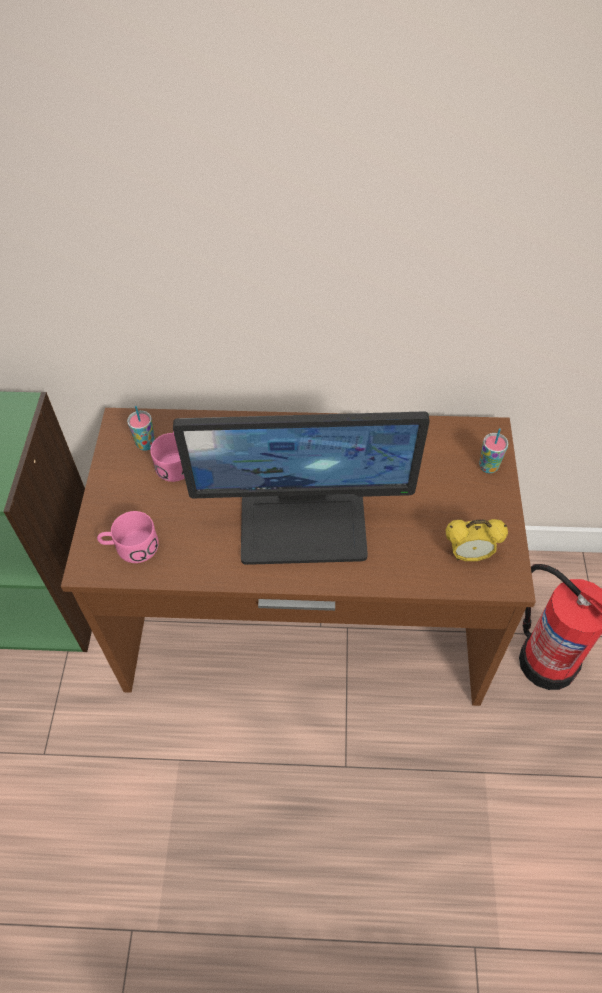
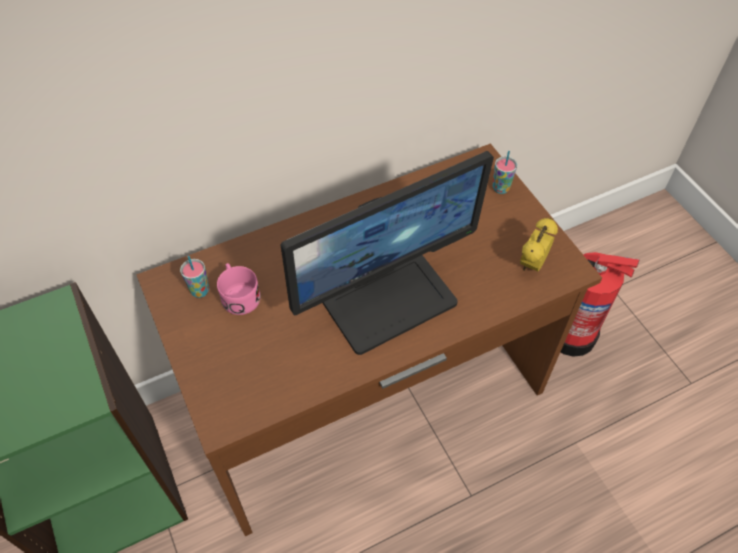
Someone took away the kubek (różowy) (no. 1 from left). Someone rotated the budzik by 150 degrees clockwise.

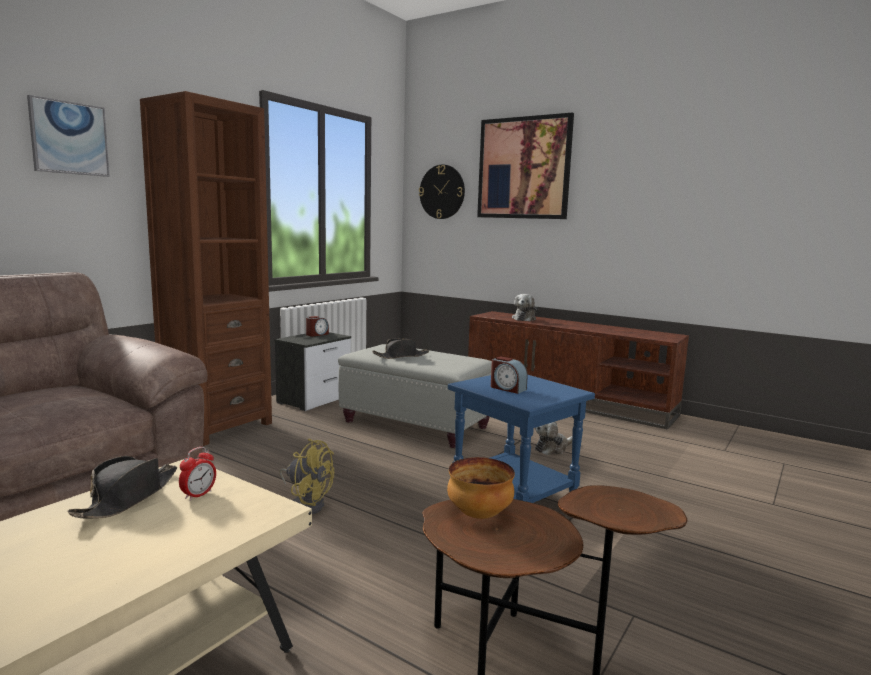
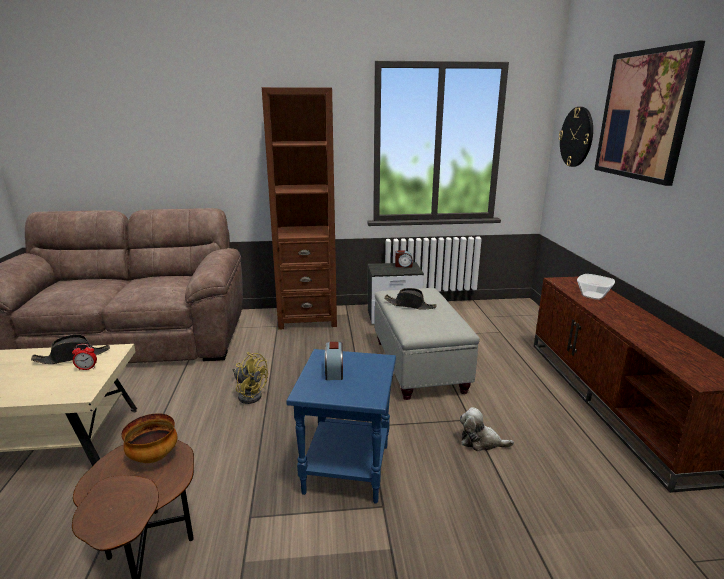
Someone took away the obraz (no. 1 from left). Someone swapped the pluszak (no. 1 from left) for the miska (no. 2 from left). Someone rotated the wentylator (żółty) by 45 degrees counterclockwise.

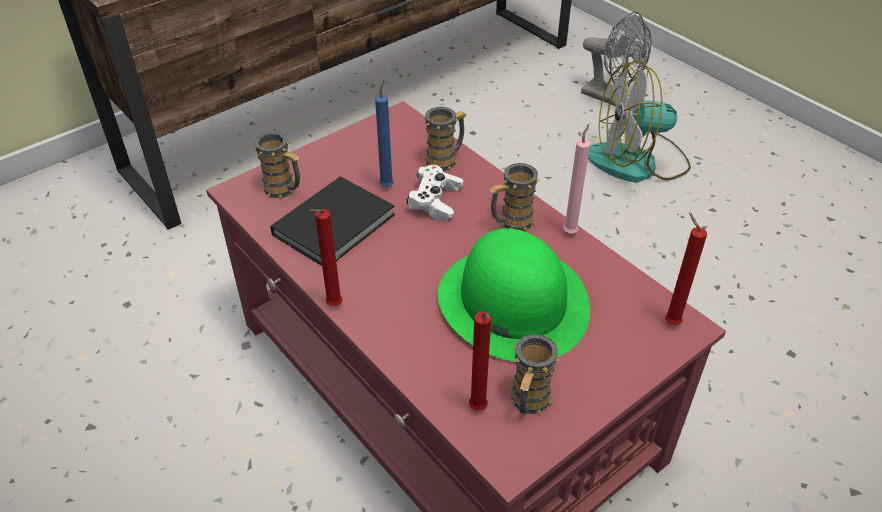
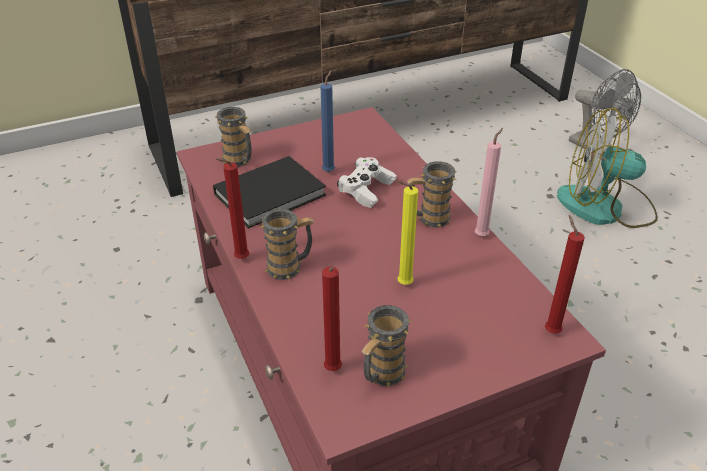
Someone carried the kubek (no. 2 from left). Someone swapped the kapelusz (zielony) for the świeca (żółty).

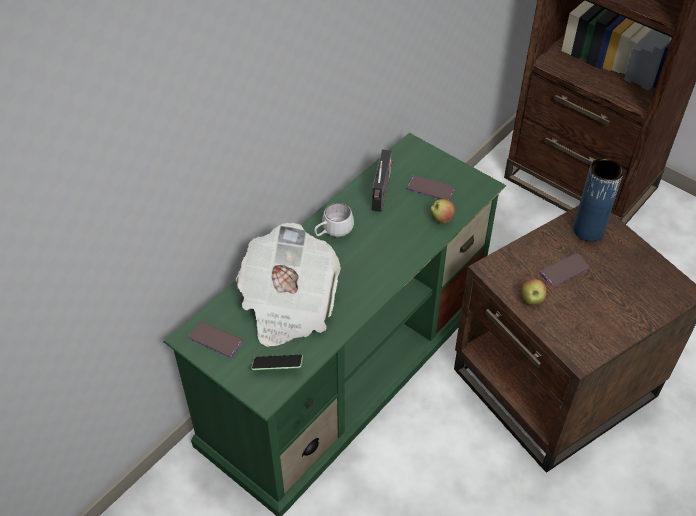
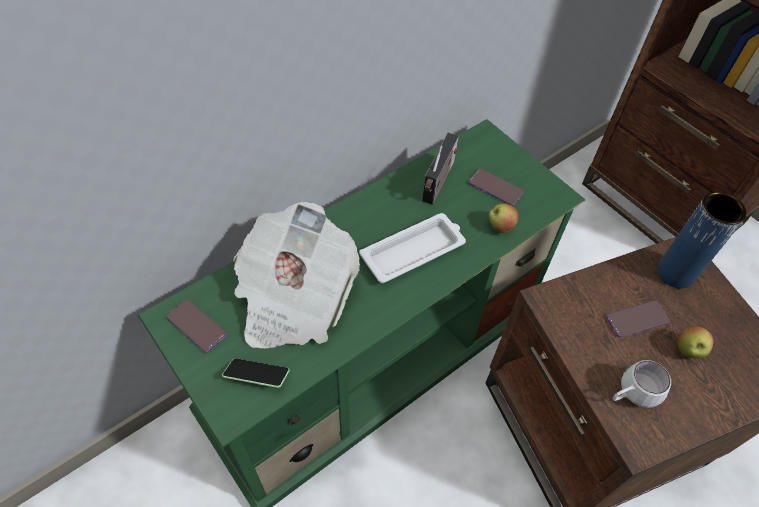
Someone put down the taca (biały). Someone carried the kubek (biały). Someone carried the jabłko (no. 2 from left).

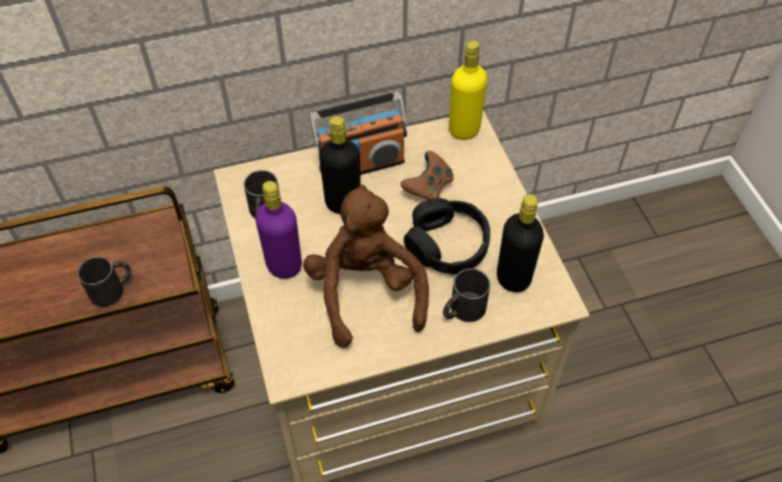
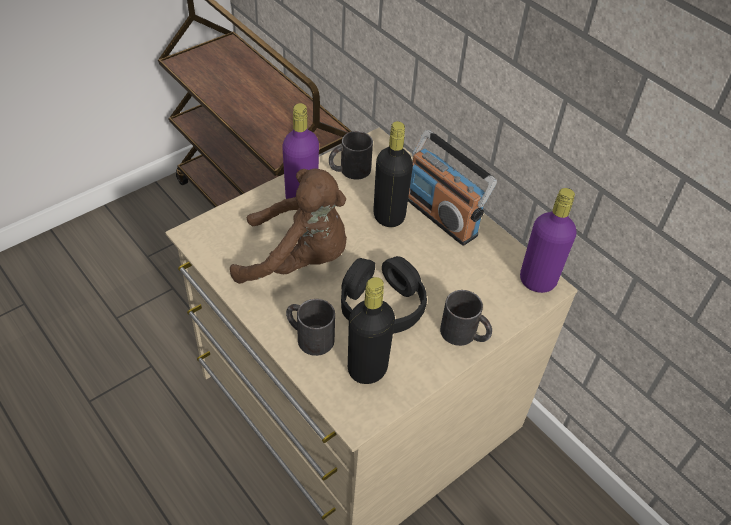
Someone took away the pad do gier (brązowy). Someone carried the kubek (czarny) (no. 1 from left in the first image). Someone repainted the butelka (żółty), which became the butelka (fioletowy) (no. 2 from left). Someone rotated the pluszak (brązowy) by 45 degrees clockwise.

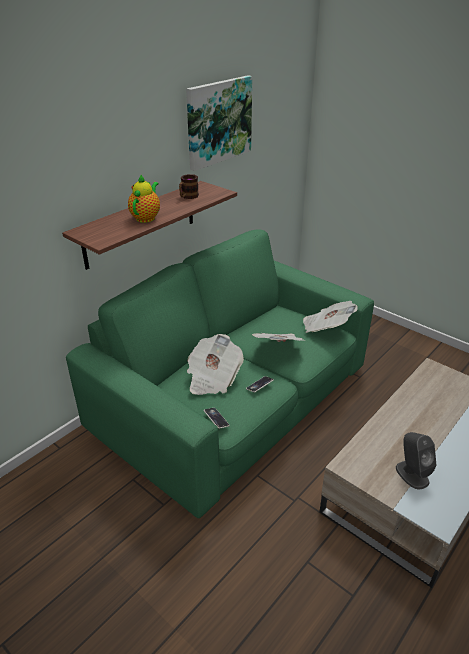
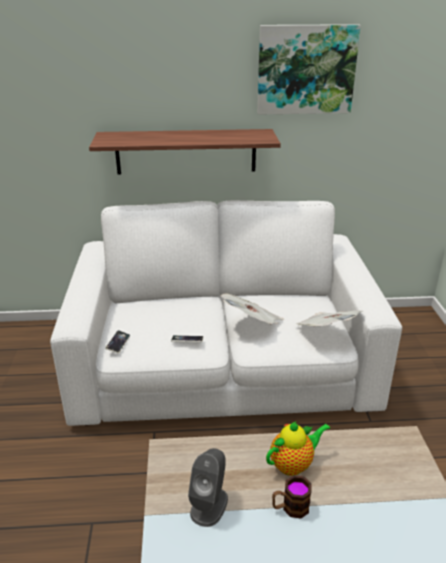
Someone took away the gazeta (no. 1 from left). Someone carried the imbryk. Someone carried the kubek. Someone repainted the kanapa (zielony), which became the kanapa (biały).

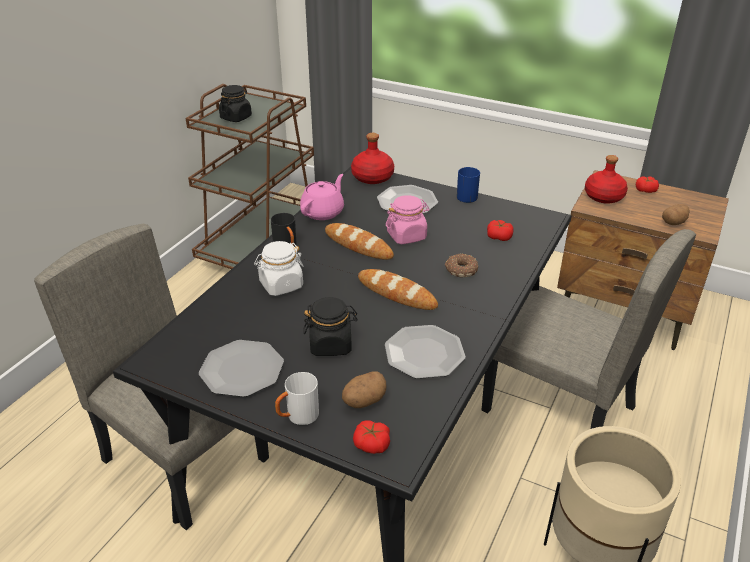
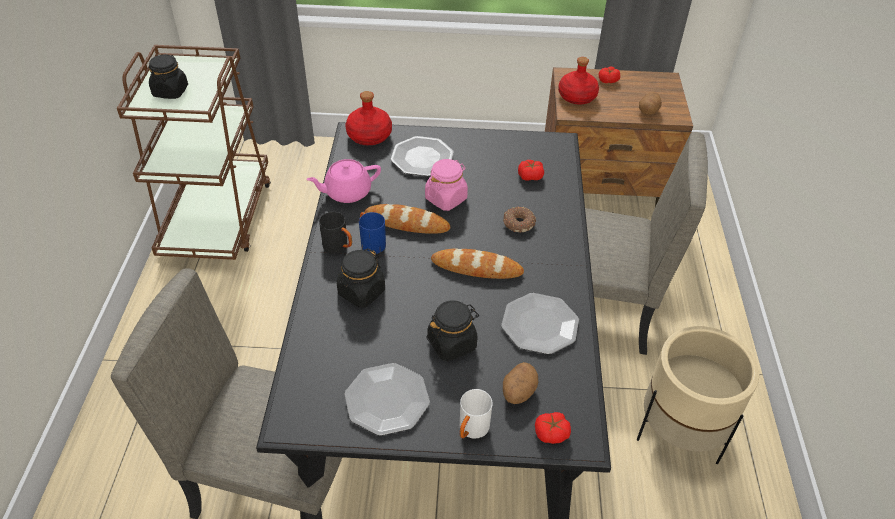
Someone carried the kubek (niebieski). Someone repainted the słoik (biały), which became the słoik (czarny) (no. 2 from left). Someone rotated the imbryk (różowy) by 120 degrees counterclockwise.

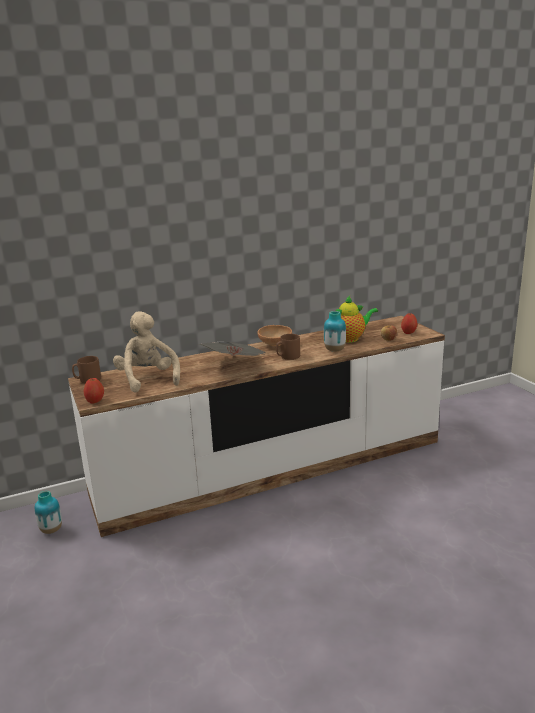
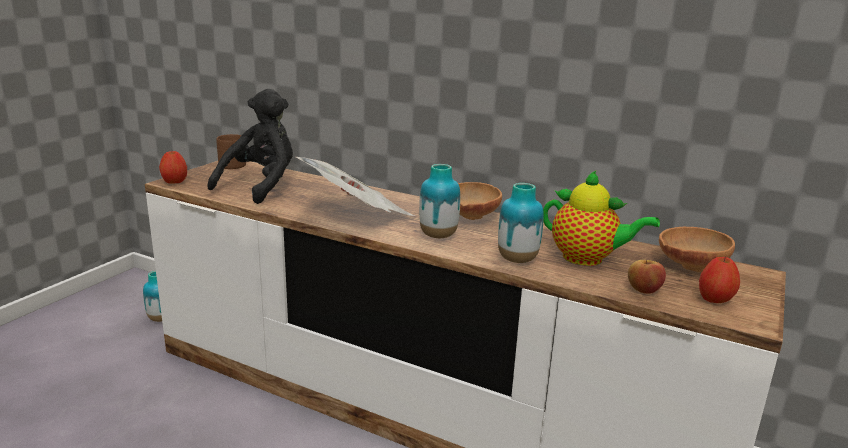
Someone put down the miska (brązowy) (no. 2 from left). Someone swapped the kubek (brązowy) (no. 2 from left) for the wazon (no. 2 from left). Someone repainted the pluszak (beżowy), which became the pluszak (czarny).

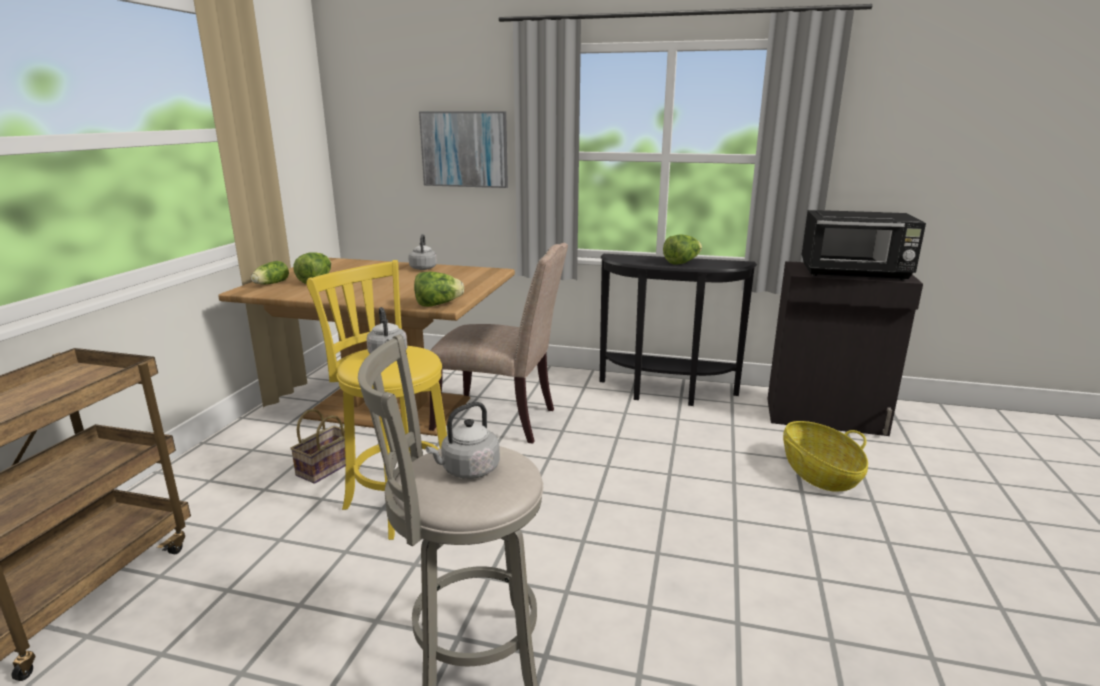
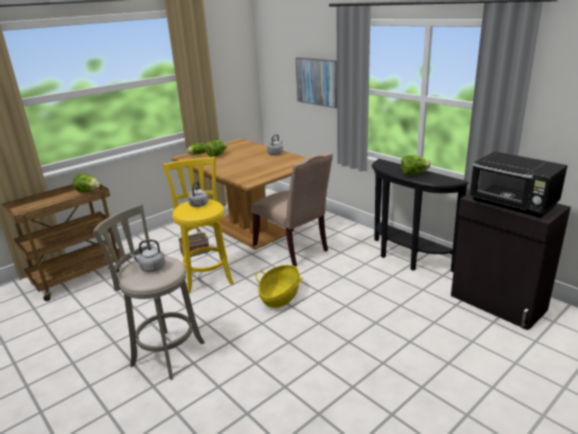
Someone carried the sałata (no. 3 from left in the first image). Someone carried the koszyk (no. 2 from left).

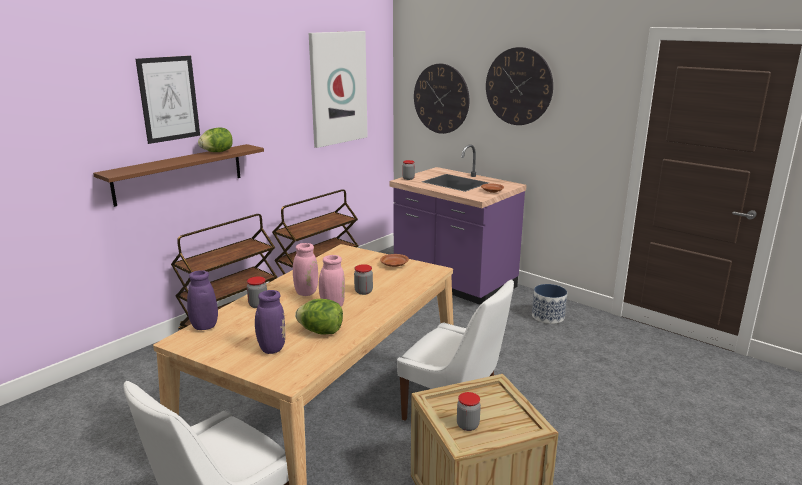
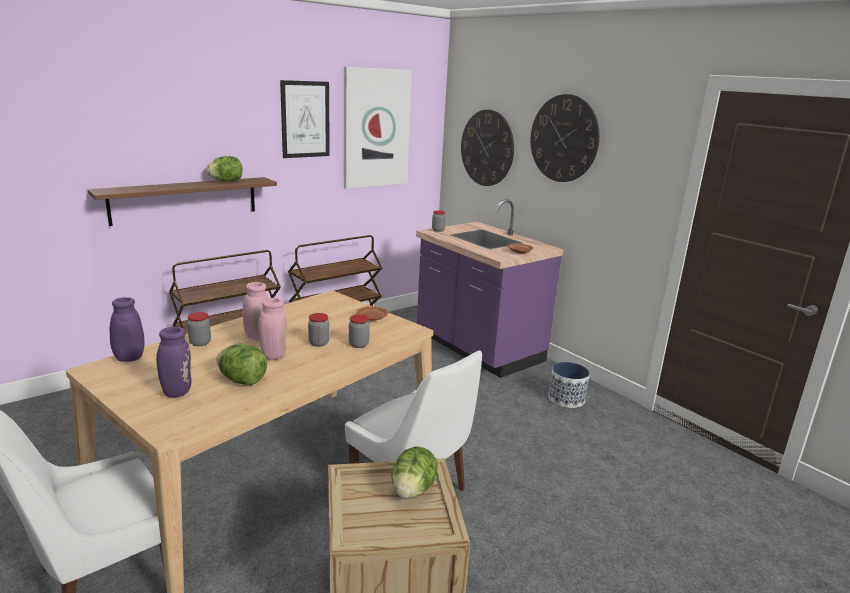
Someone put down the sałata (no. 3 from left). Someone carried the obraz (no. 1 from left). Someone carried the słoik (no. 4 from left in the first image).

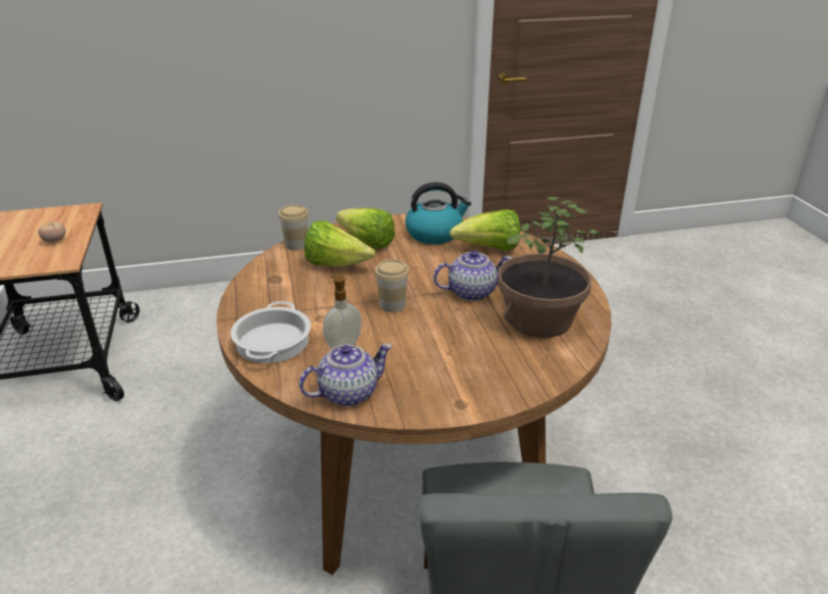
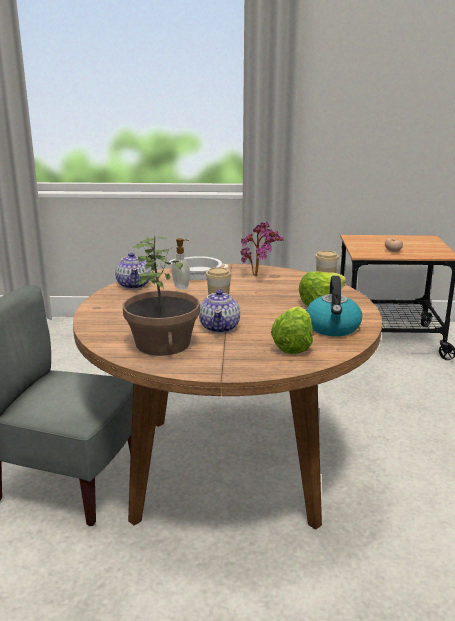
Someone took away the sałata (no. 1 from left). Someone put down the roślina doniczkowa (no. 2 from left).

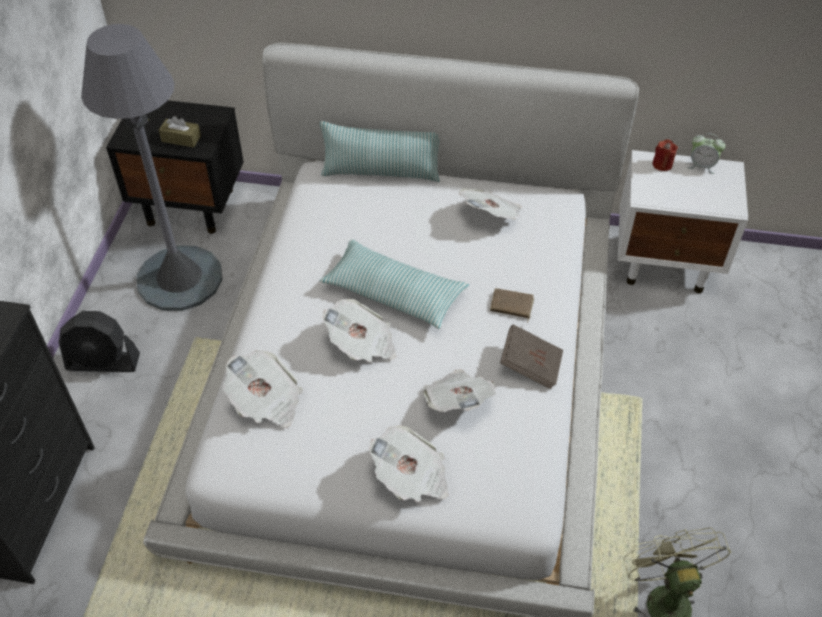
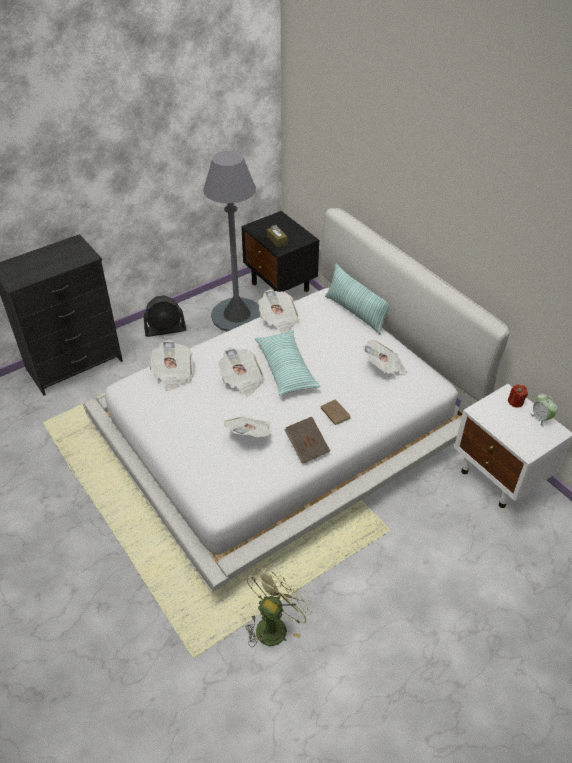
Someone carried the gazeta (no. 3 from left in the first image). Someone rotated the wentylator (czarny) by 60 degrees counterclockwise.

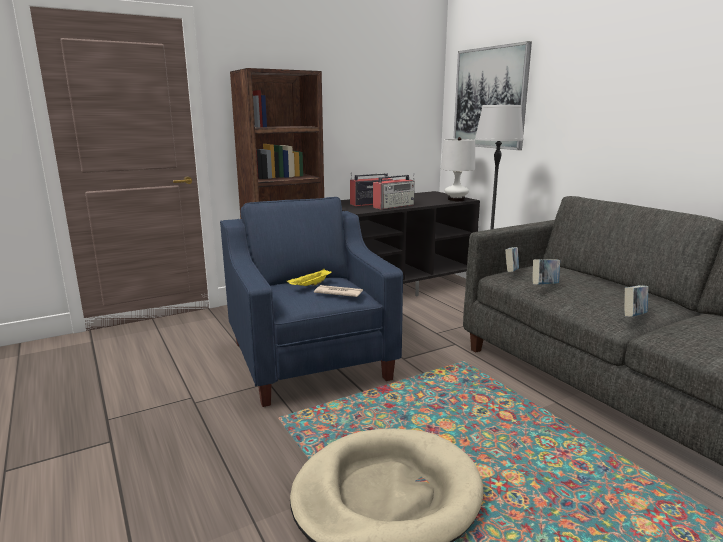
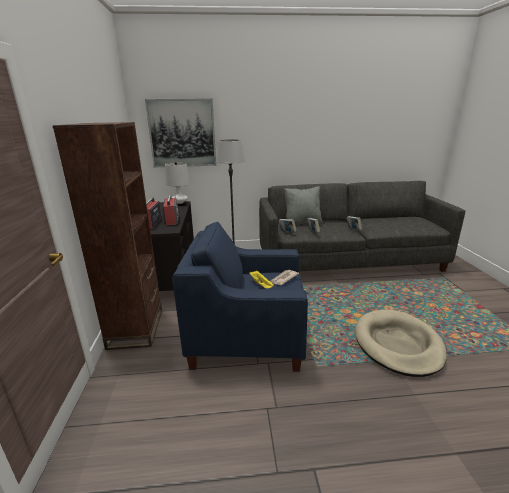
Someone put down the poduszka (szary).

